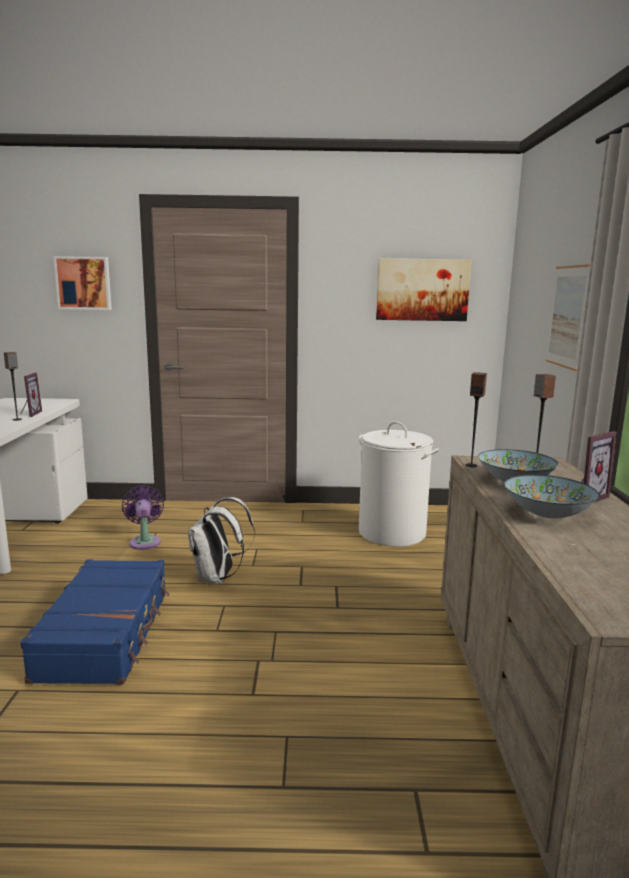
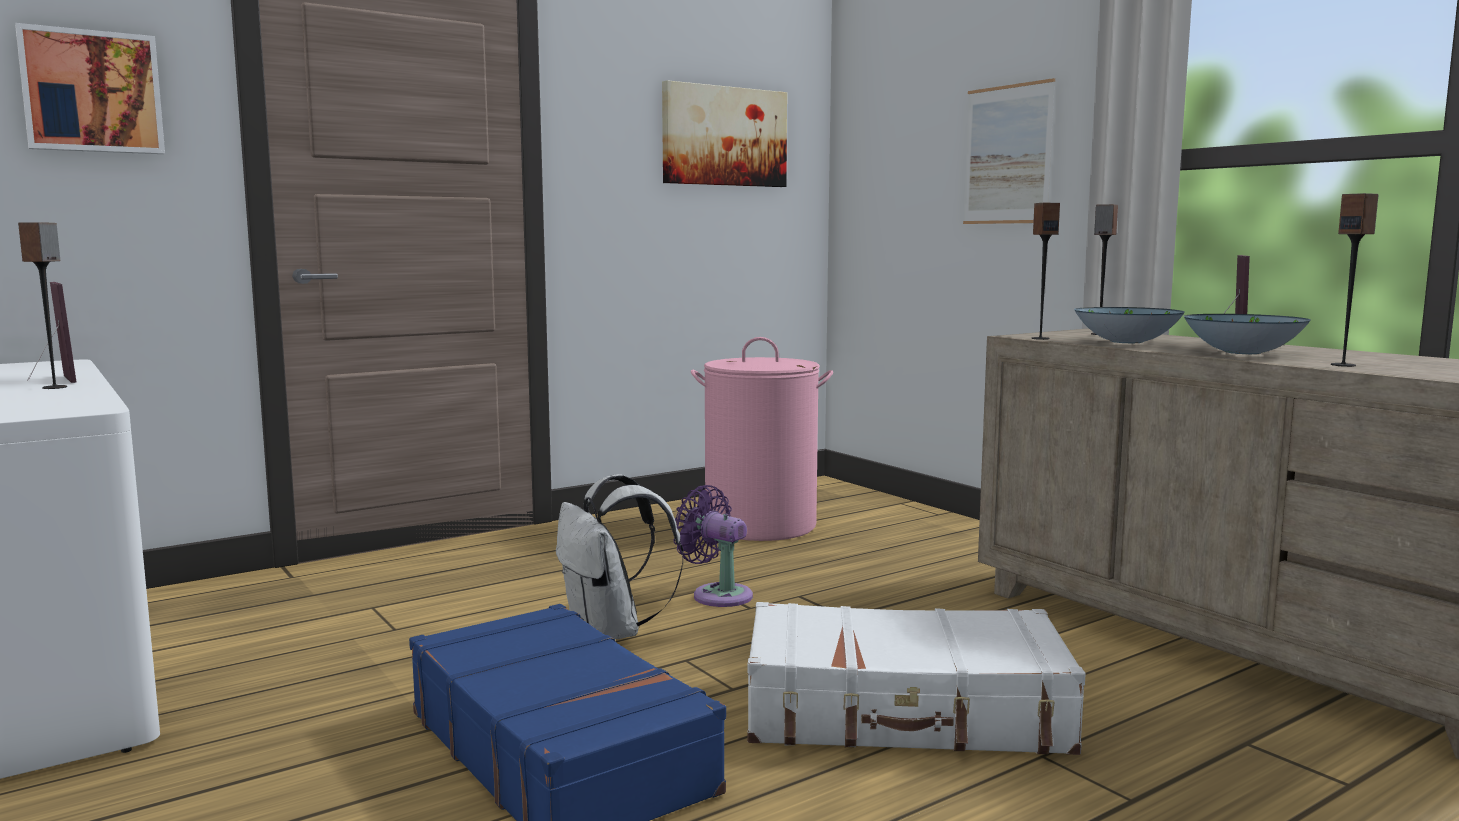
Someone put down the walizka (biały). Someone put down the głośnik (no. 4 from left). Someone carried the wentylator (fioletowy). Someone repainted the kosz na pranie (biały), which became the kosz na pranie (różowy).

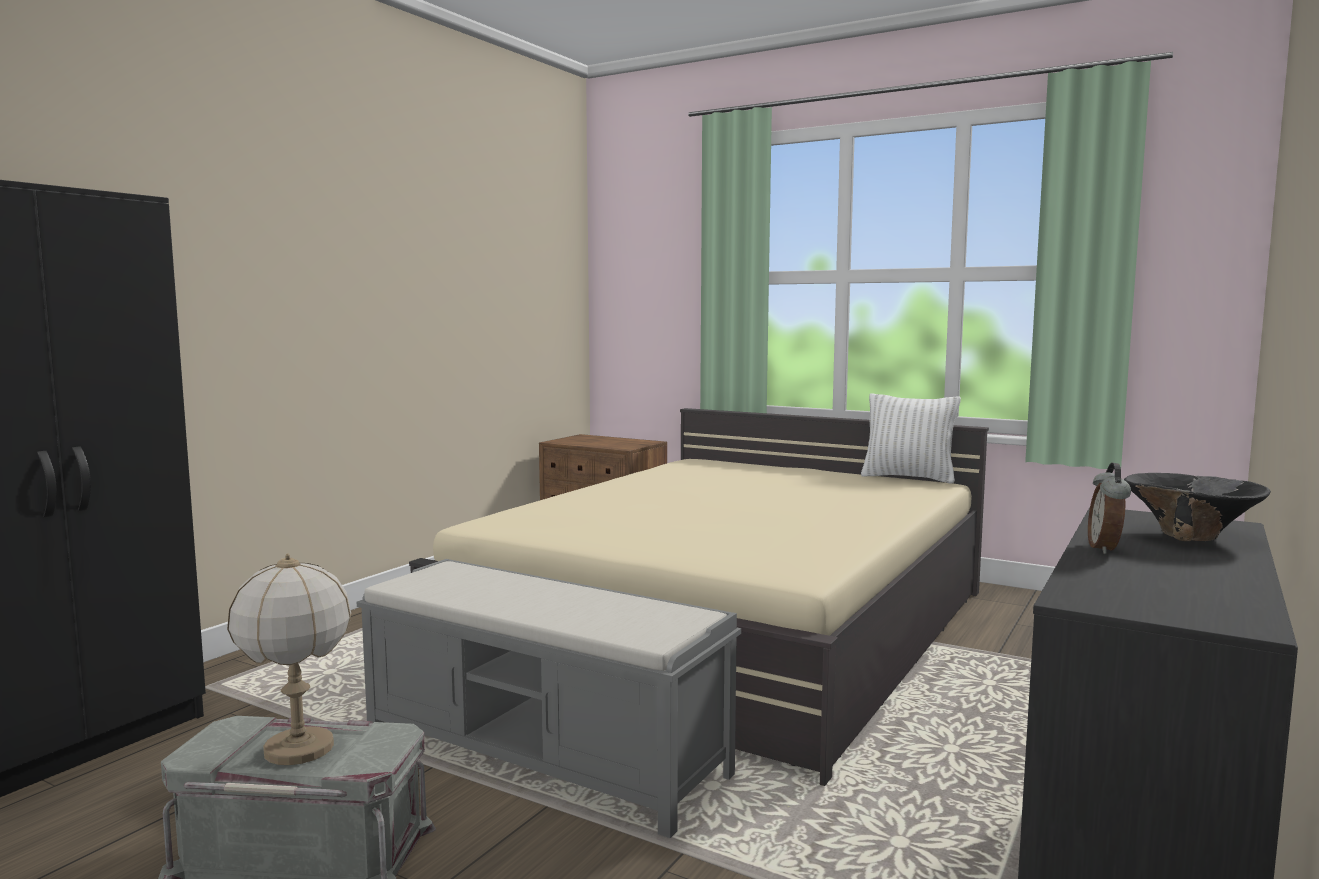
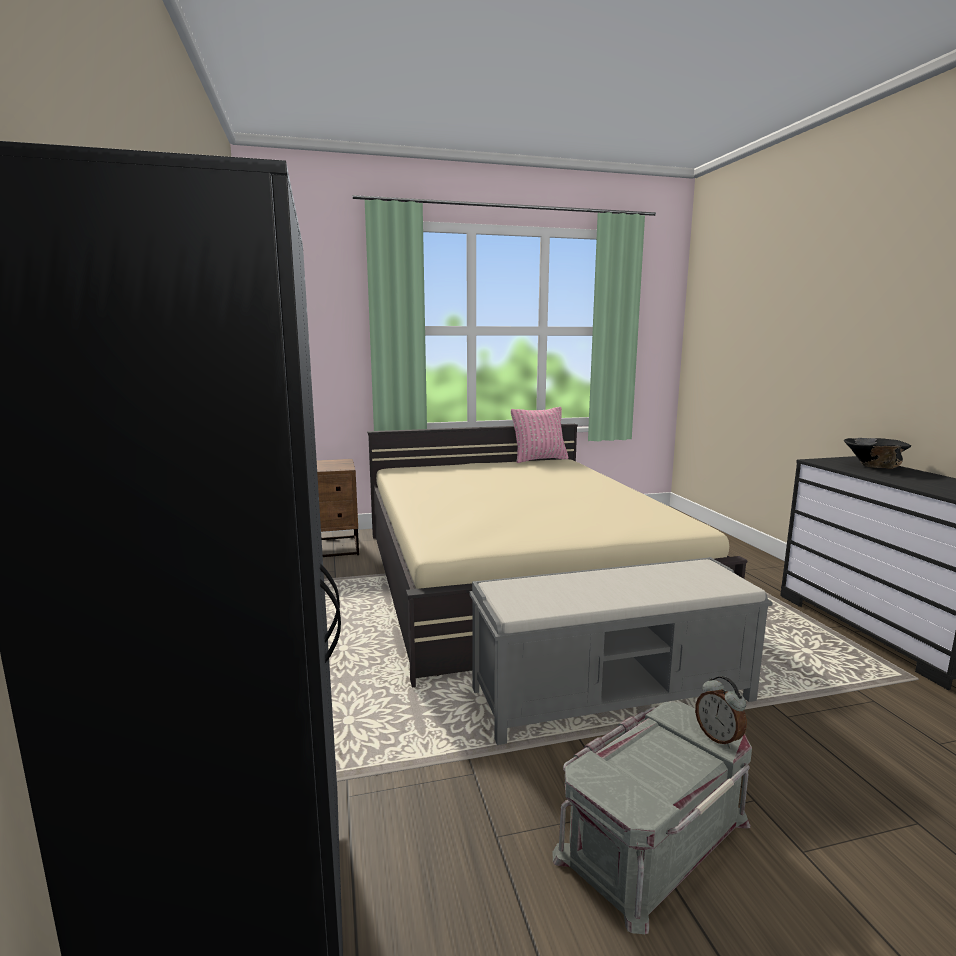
Someone took away the lampa stołowa. Someone carried the budzik. Someone repainted the poduszka (biały), which became the poduszka (różowy).

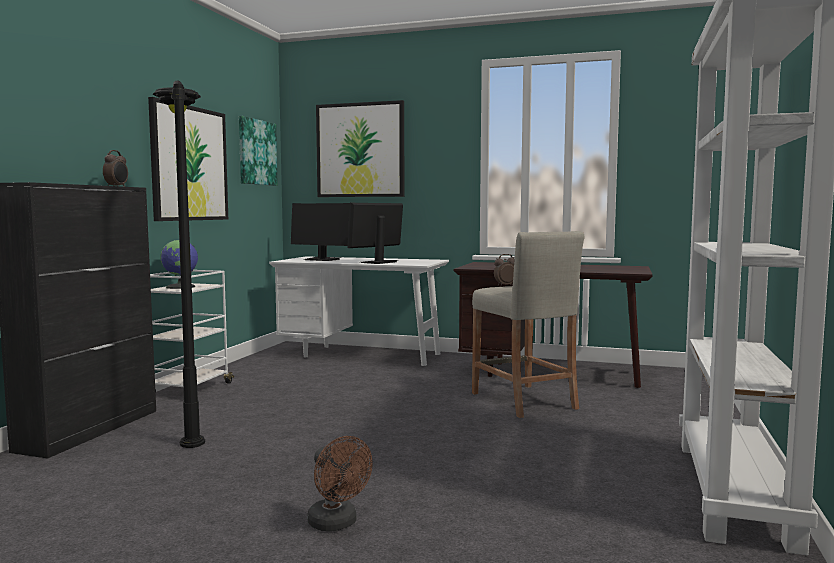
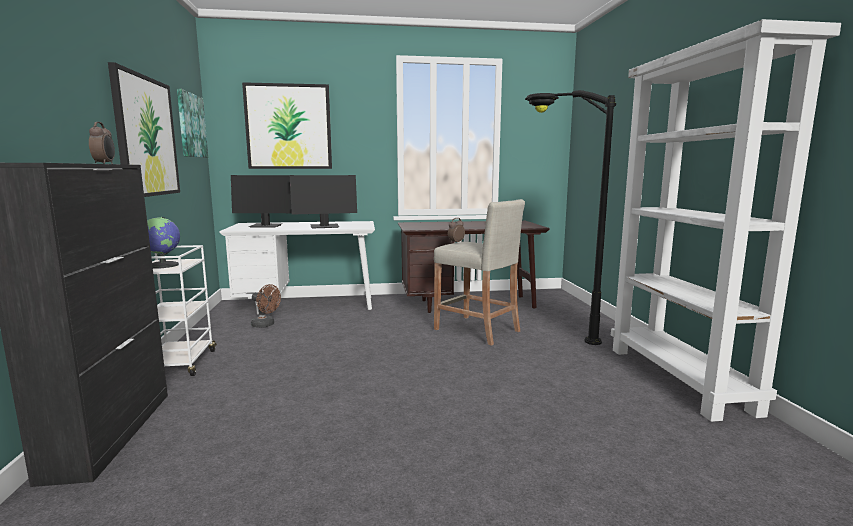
Someone carried the lampa stojąca (czarny). Someone carried the wentylator (brązowy). Someone rotated the monitor (no. 2 from left) by 120 degrees counterclockwise.

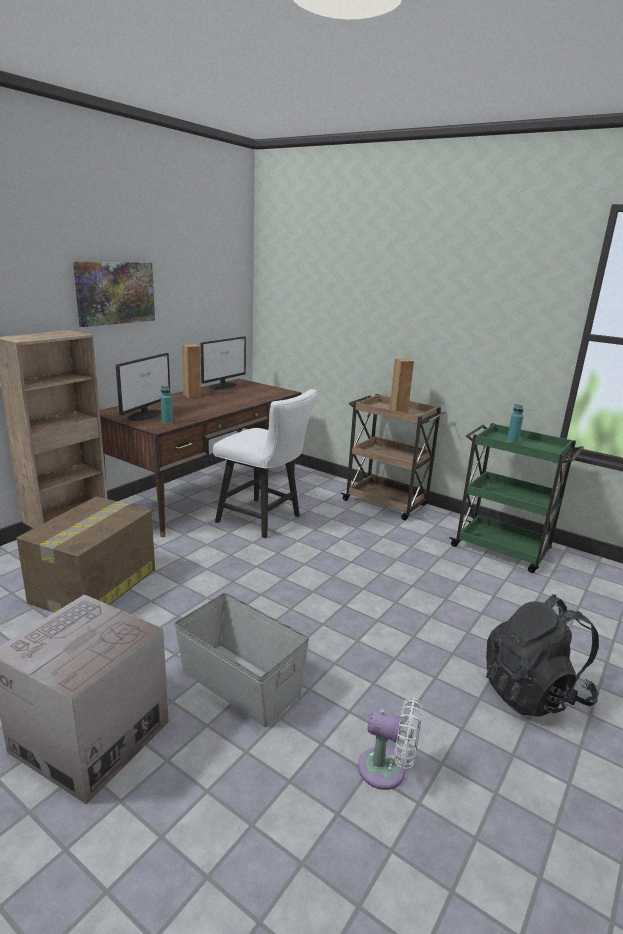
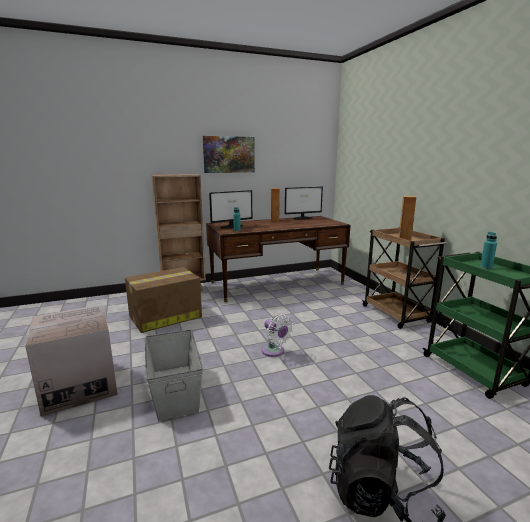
Someone took away the krzesło (biały). Someone carried the wentylator (biały).

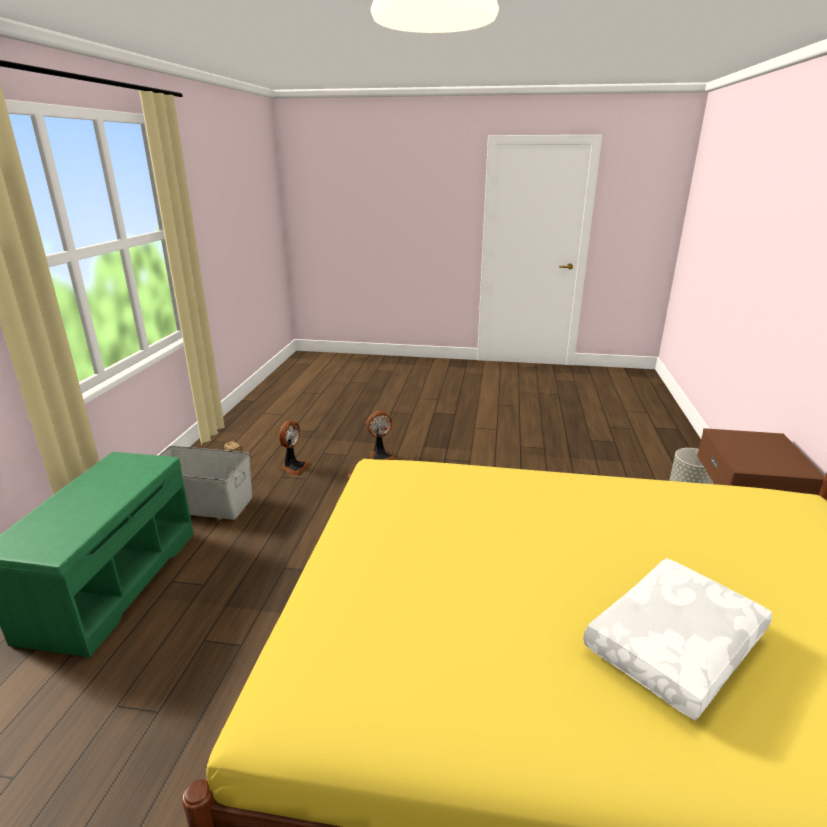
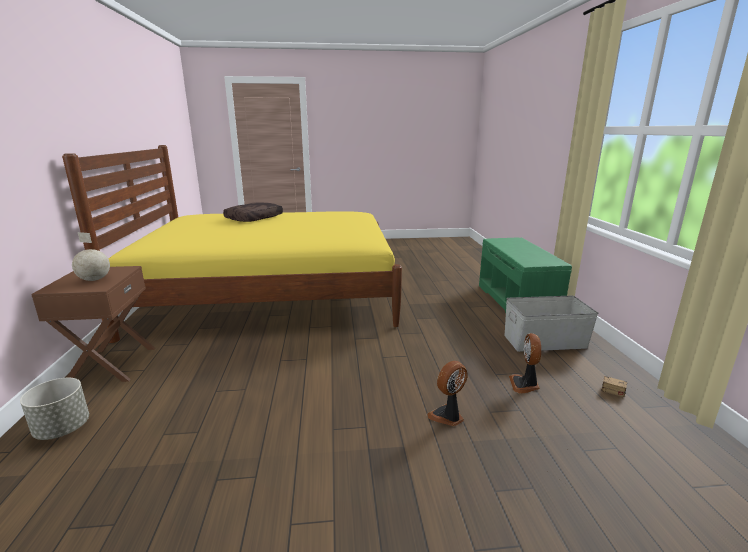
Someone put down the globus. Someone repainted the poduszka (biały), which became the poduszka (brązowy).

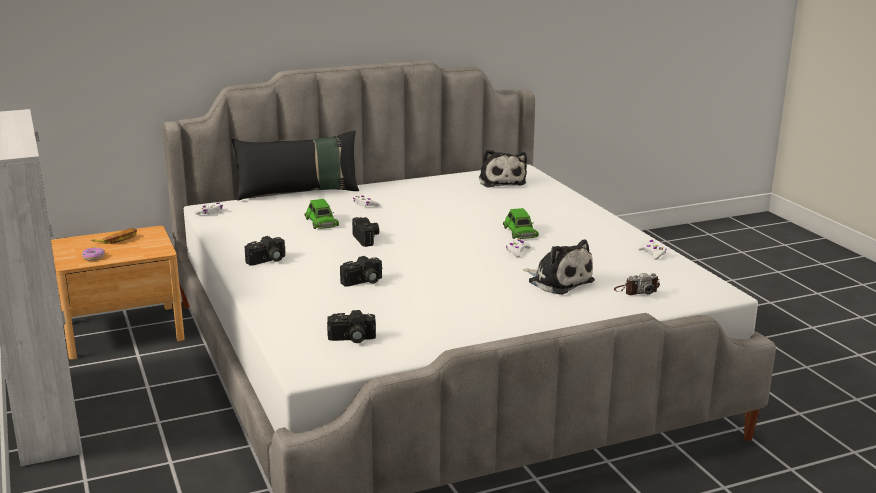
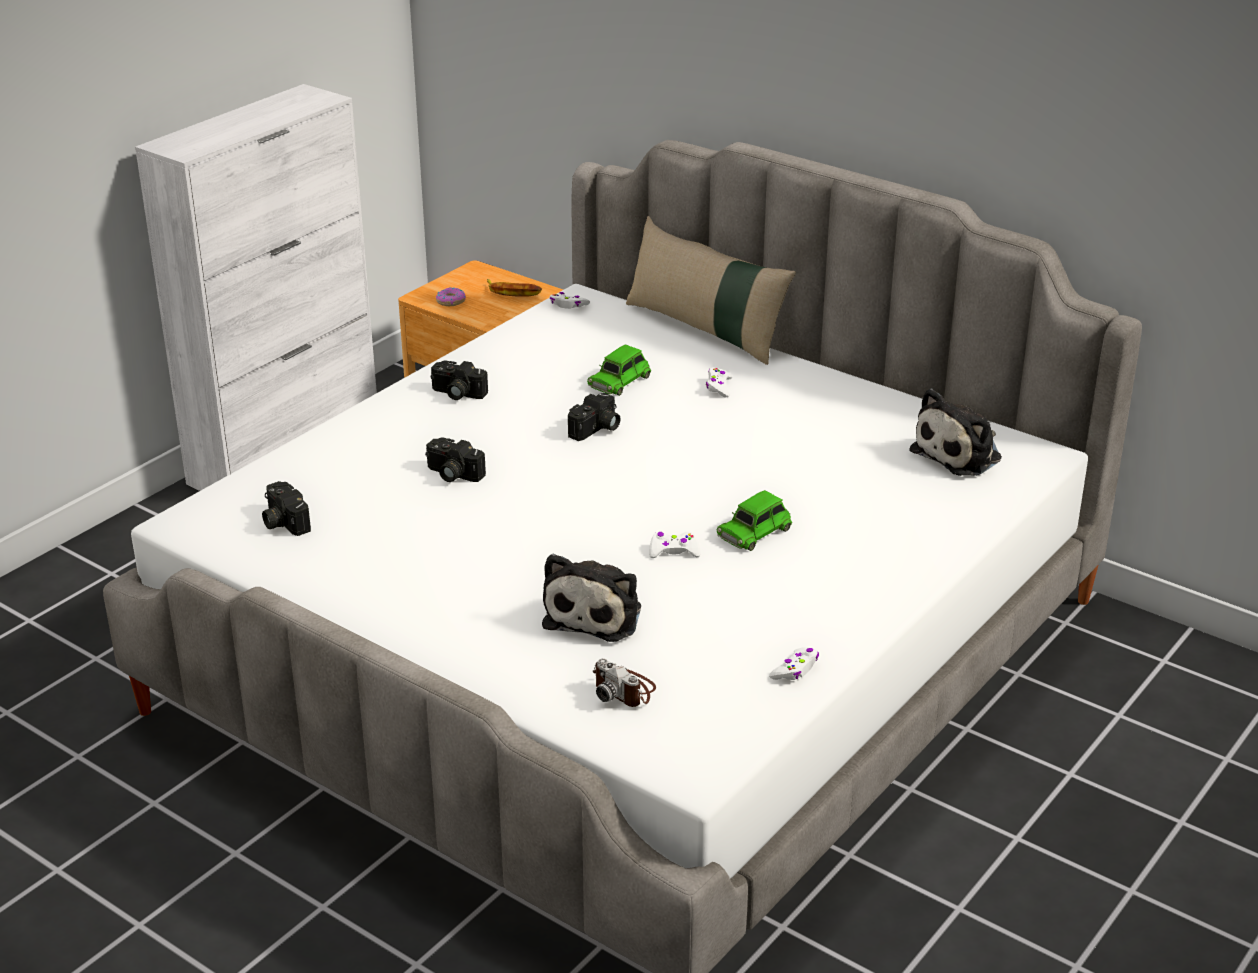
Someone repainted the poduszka (czarny), which became the poduszka (beżowy).

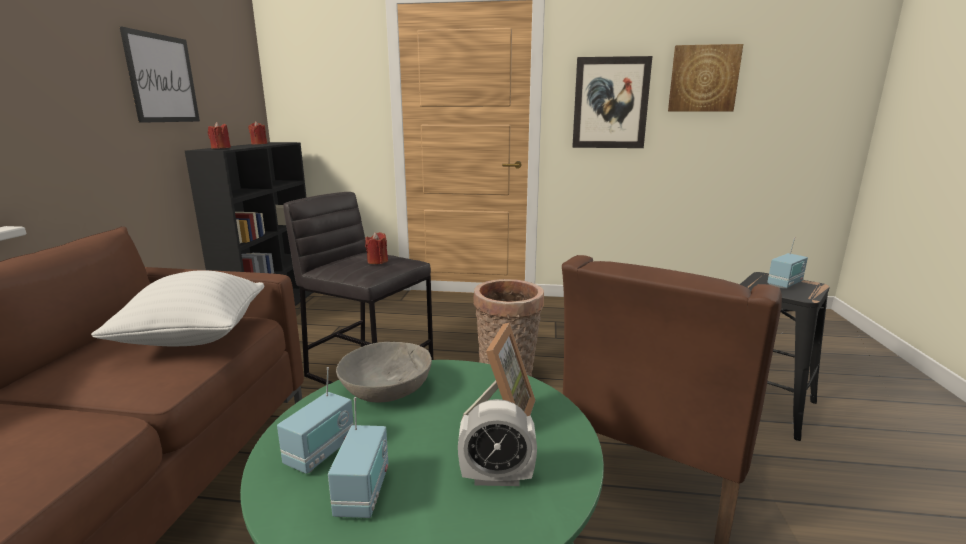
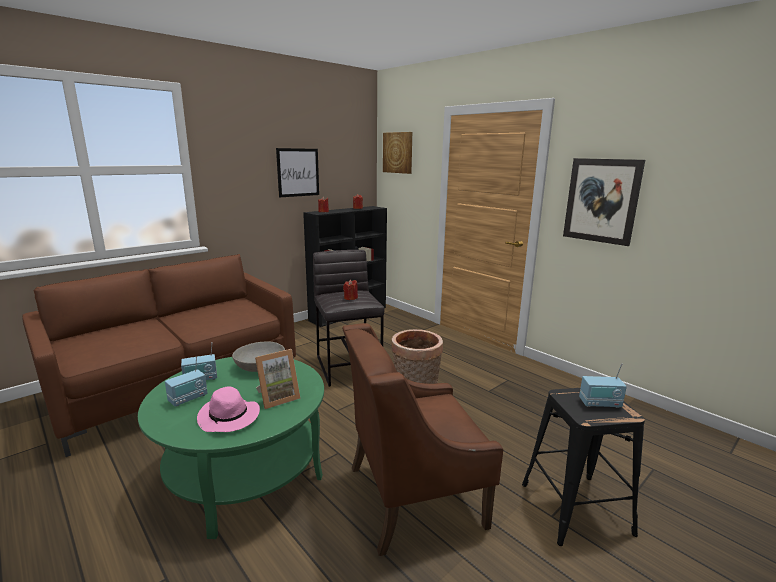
Someone took away the poduszka (biały). Someone carried the obraz (no. 3 from left in the first image). Someone swapped the budzik for the kapelusz (różowy).

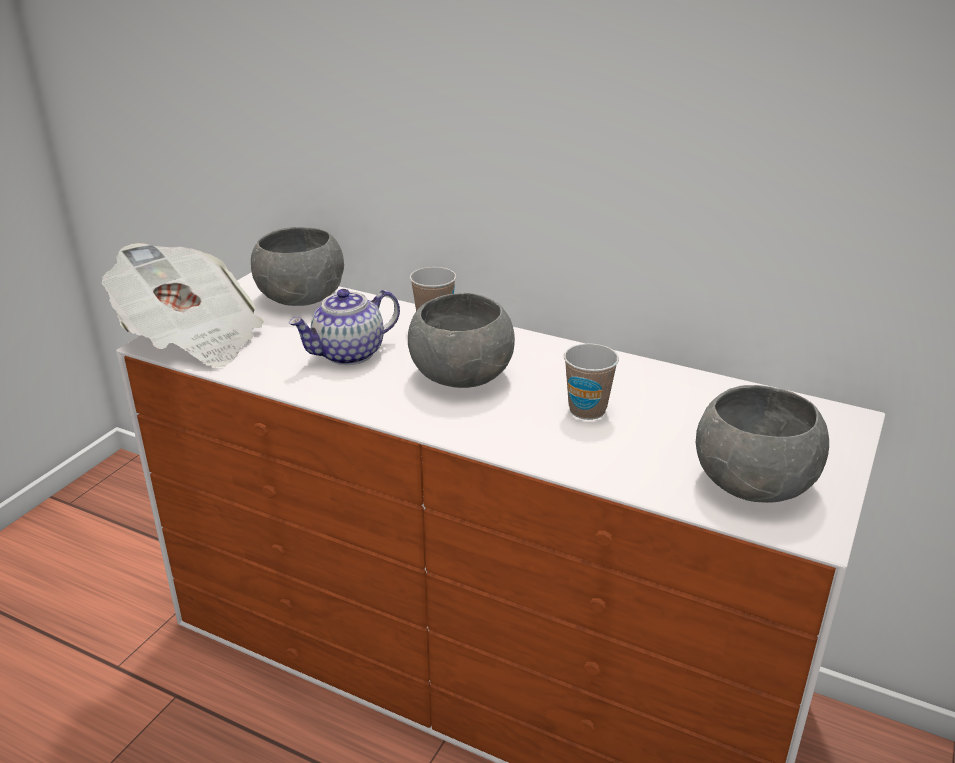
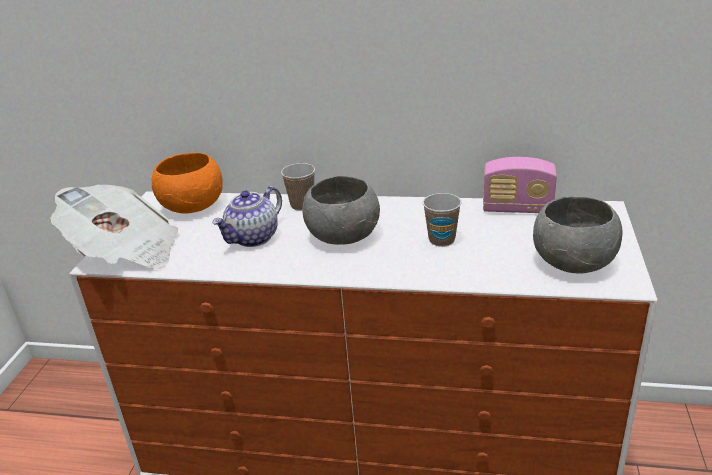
Someone put down the radio. Someone repainted the miska (szary) (no. 1 from left), which became the miska (pomarańczowy).

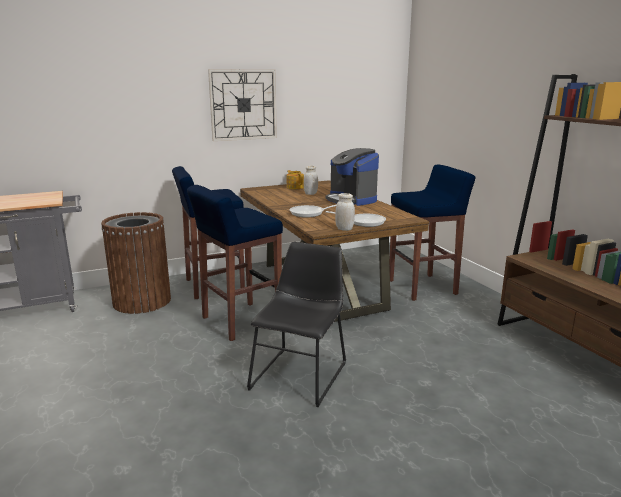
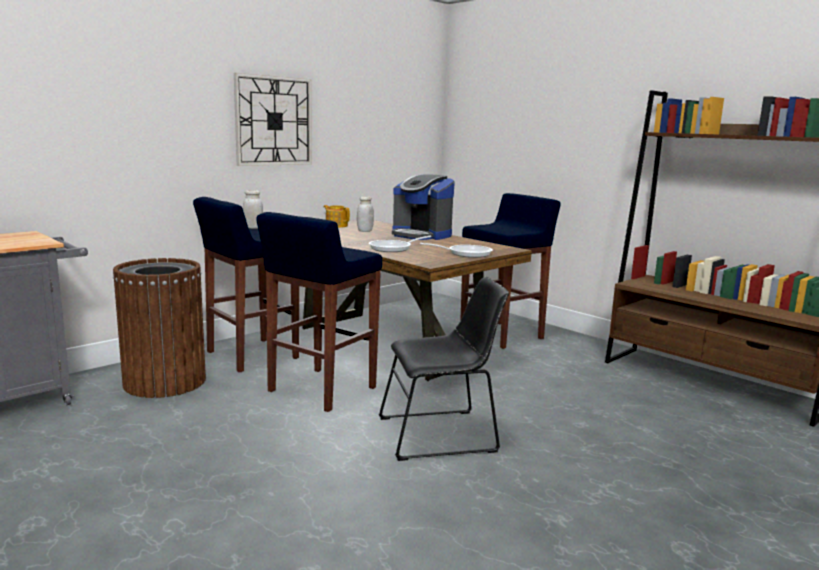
Someone carried the słoik (biały) (no. 2 from left in the first image). Someone rotated the krzesło (czarny) by 75 degrees clockwise.

